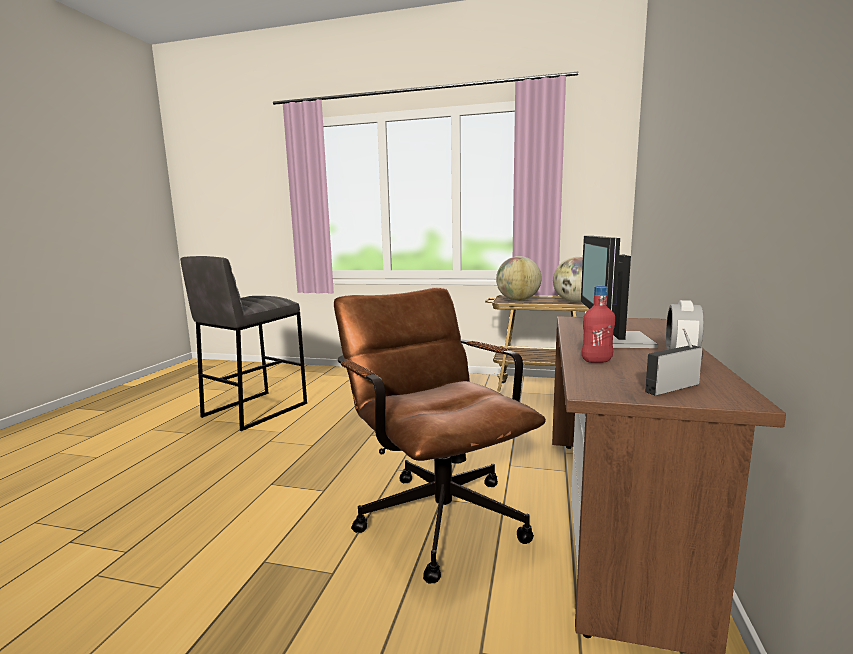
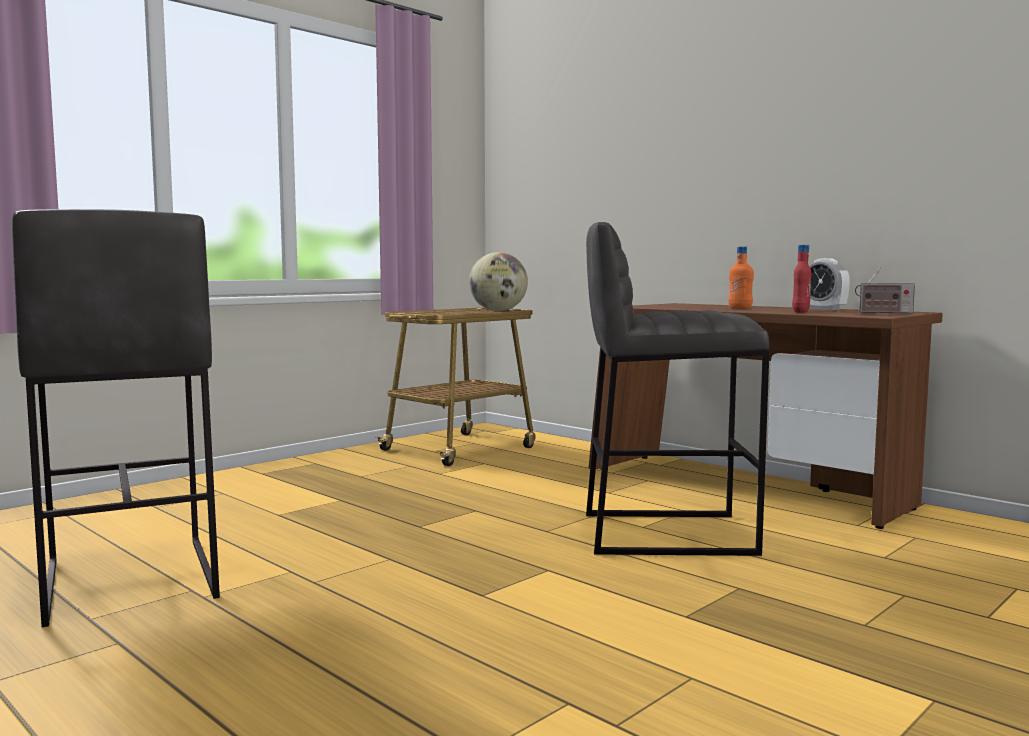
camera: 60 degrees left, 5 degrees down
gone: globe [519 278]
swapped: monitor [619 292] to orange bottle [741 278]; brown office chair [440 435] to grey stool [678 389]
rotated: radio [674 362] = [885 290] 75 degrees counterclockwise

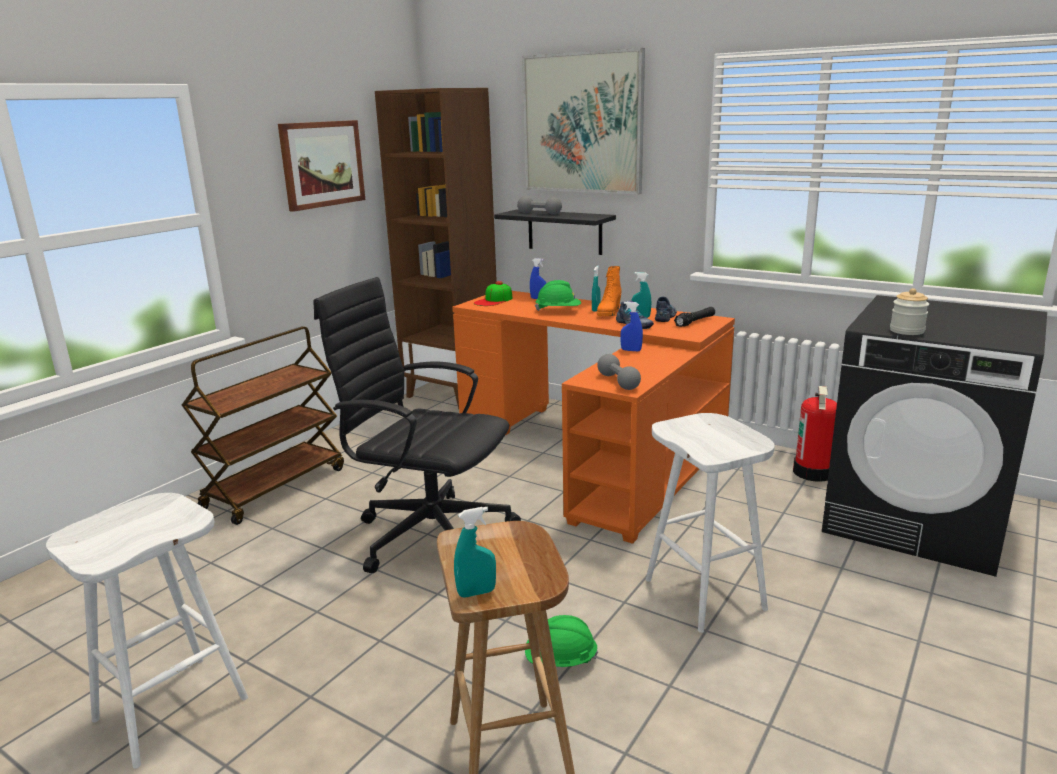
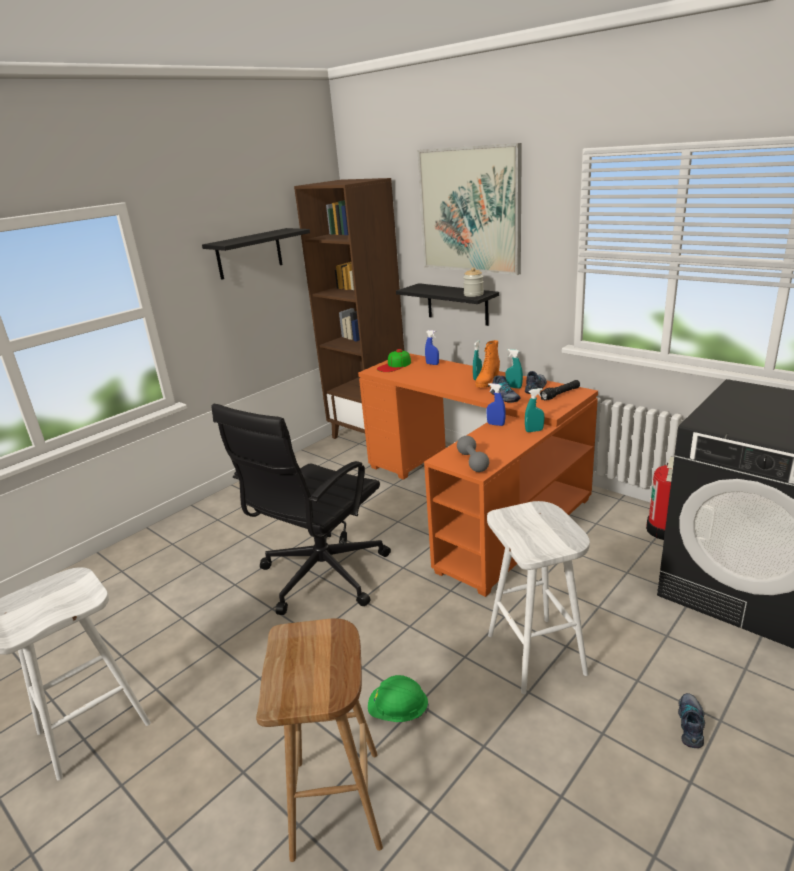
camera: 10 degrees right, 5 degrees up
gone: grey dumbbell [539 205]; green hard hat [558 295]; brown cart [263 425]
new: shoe [691 720]
shifted: jar [909 311] to [473 282]; turquoise spray bottle [475 552] to [534 410]
swapped: picture [321 166] to black shelf [256 254]
rotated: black office chair [417 425] = [301 509] 90 degrees counterclockwise

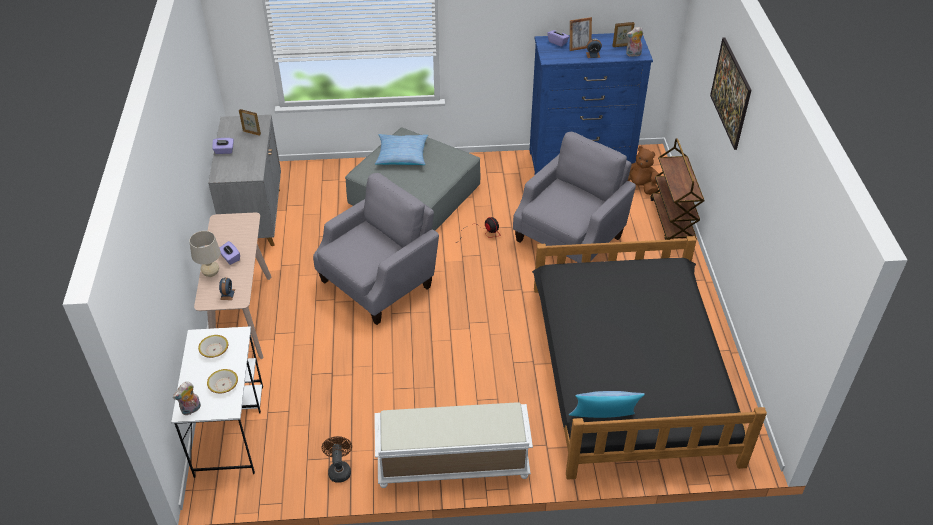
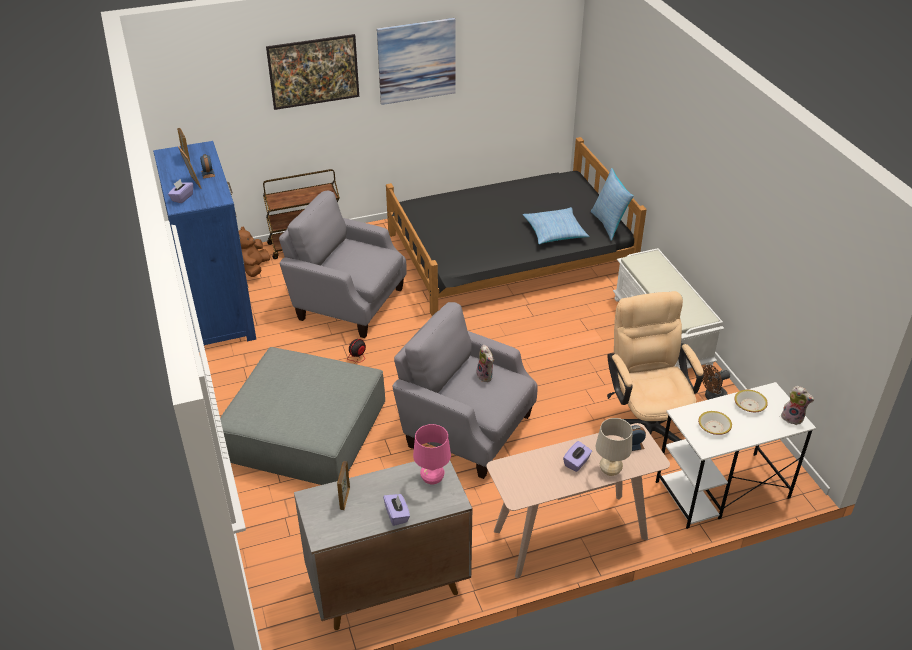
camera: 105 degrees left, 5 degrees down
new: picture [416 61]; beige office chair [655 366]; pink table lamp [432 454]
shifted: plush toy [634 42] to [485 363]; pillow [401 149] to [556 225]

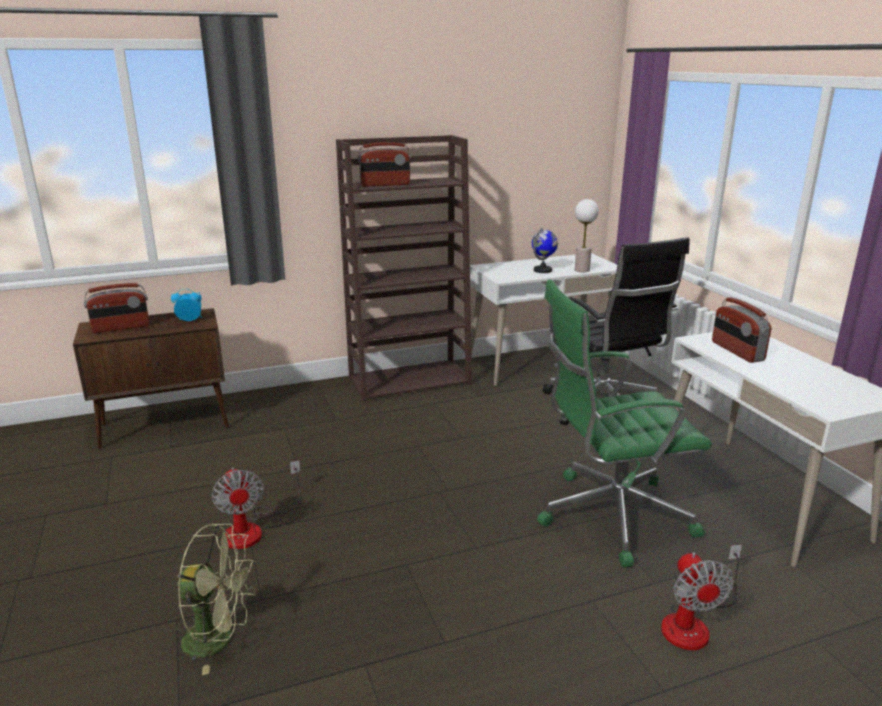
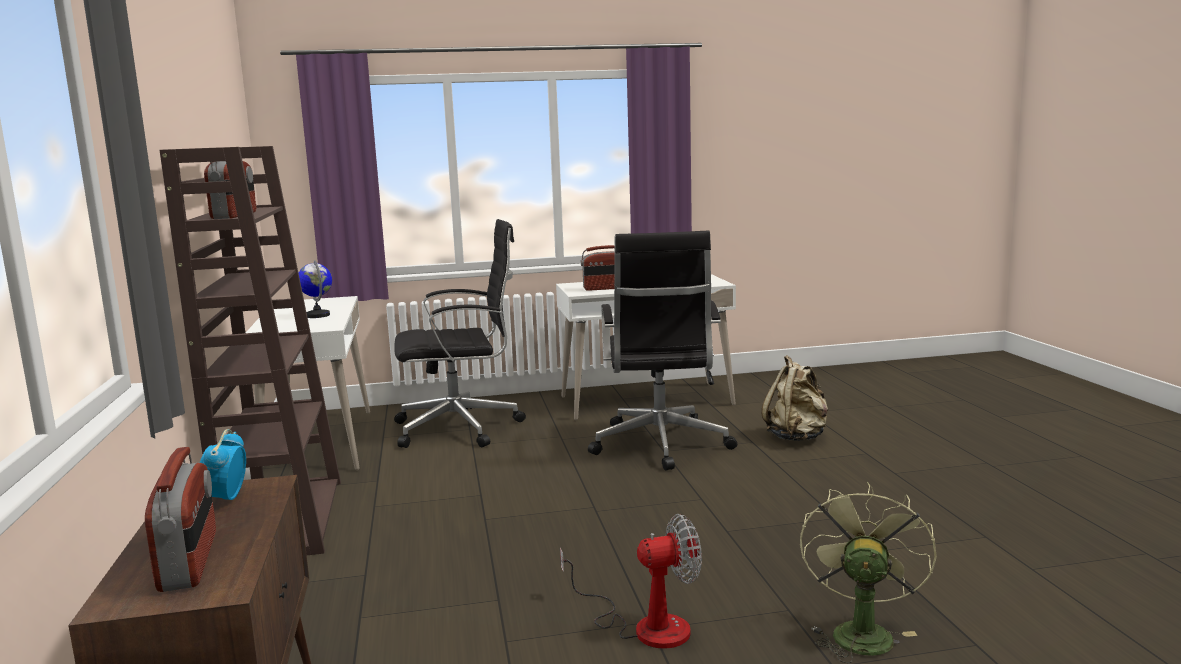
camera: 80 degrees left, 10 degrees down
gone: table lamp [587 235]
swapped: fan [701 597] to beige backpack [795 398]
repainted: green office chair [624 423] to black office chair [662 351]

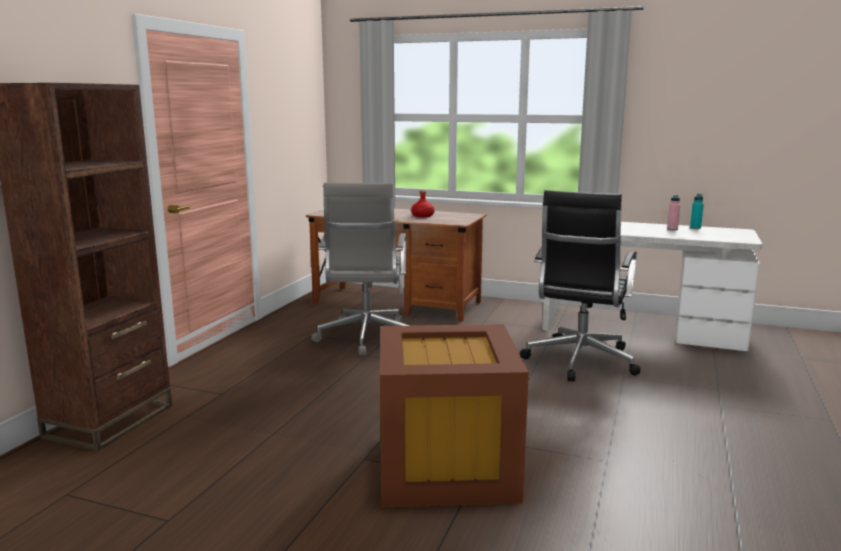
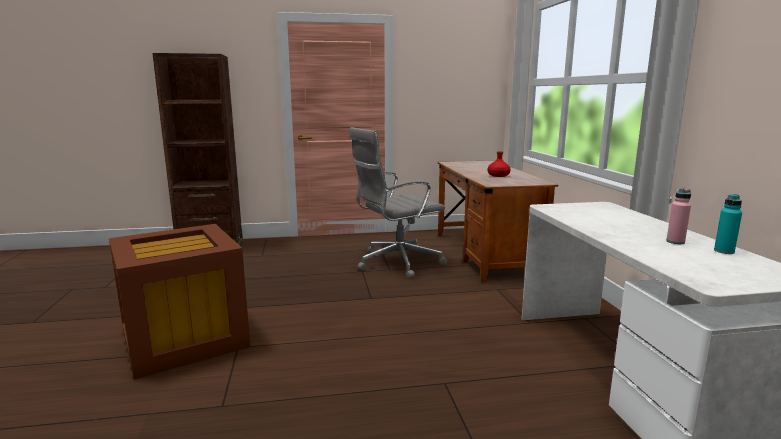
camera: 60 degrees right, 0 degrees up
gone: black office chair [580 285]

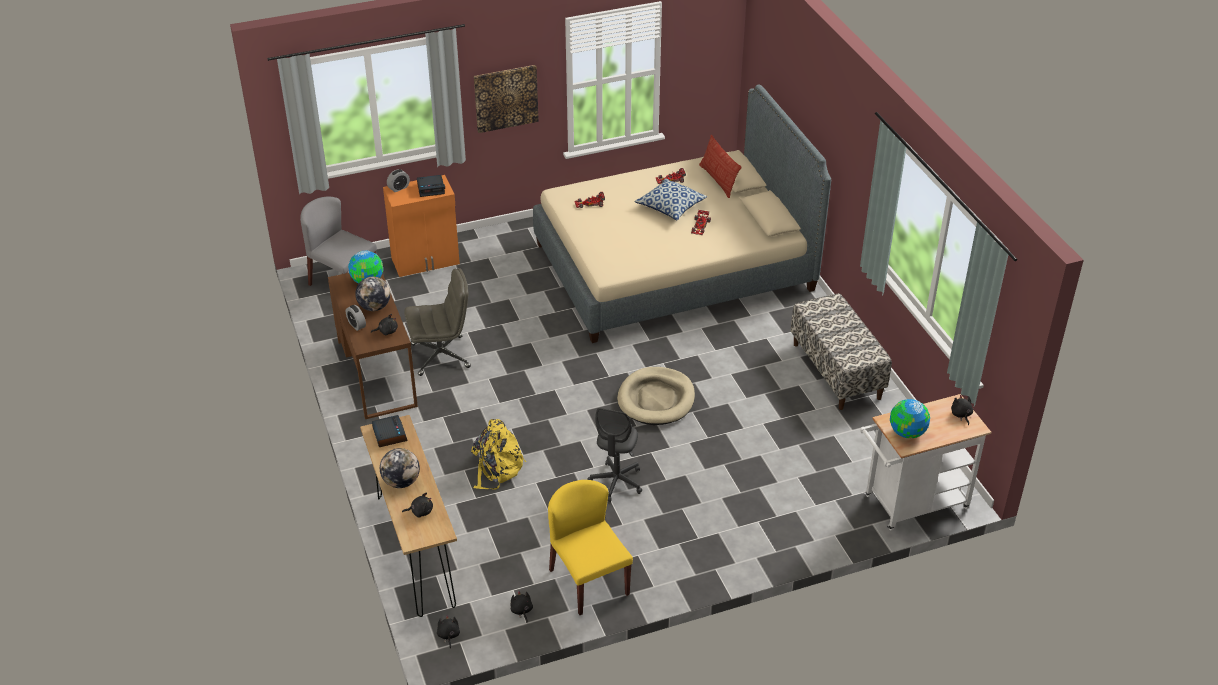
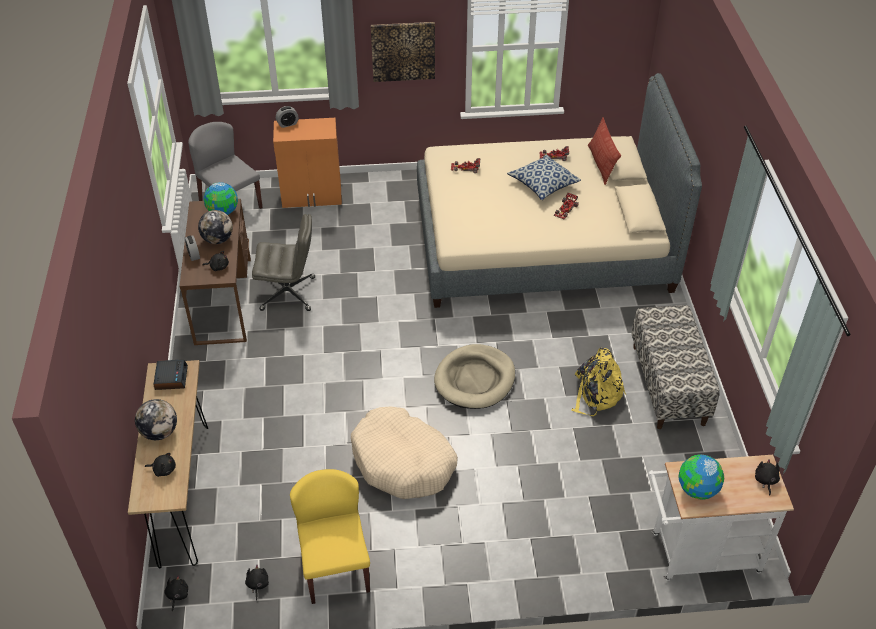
camera: 15 degrees right, 5 degrees up
gone: alarm clock [431 186]
shifted: yellow backpack [498 454] to [598 382]
swapped: grey office chair [614 455] to beige dog bed [404 452]

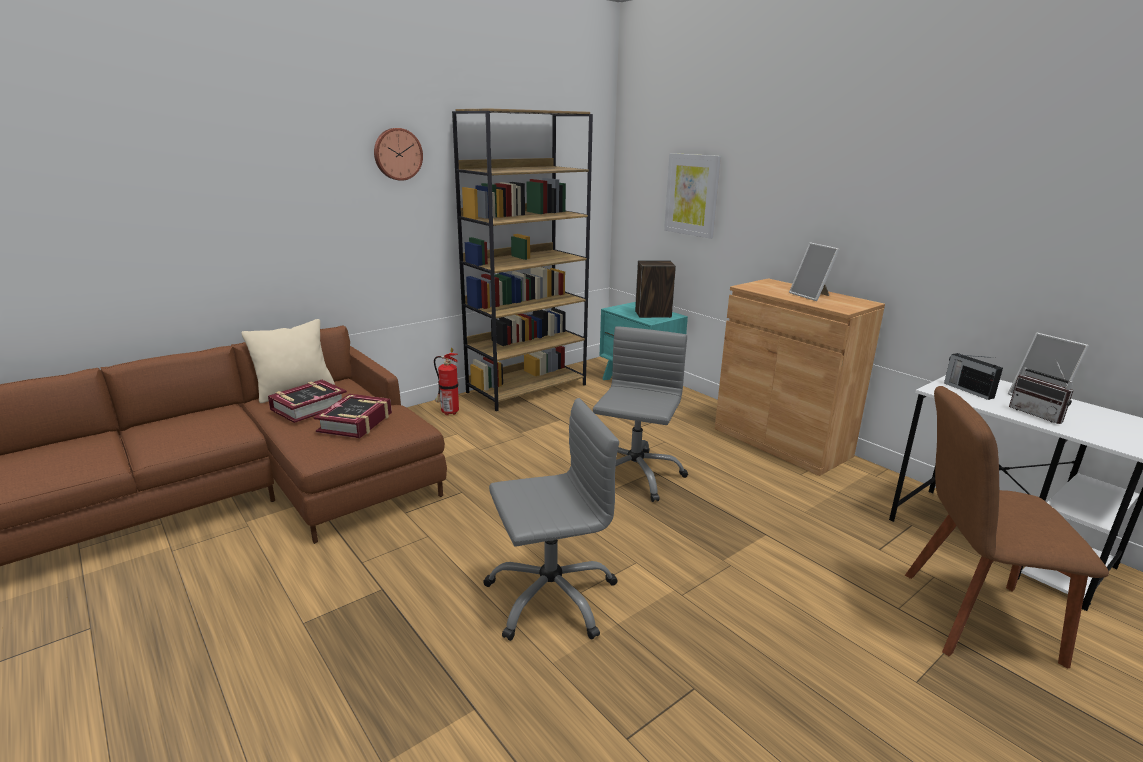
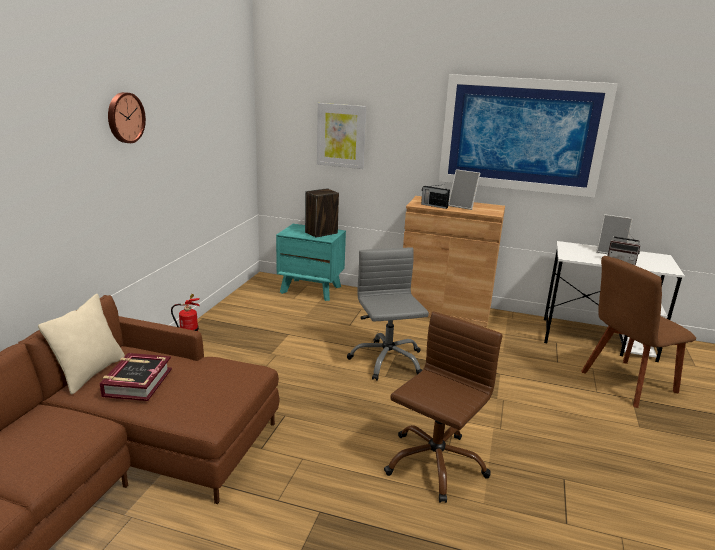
camera: 35 degrees left, 0 degrees up
gone: brown bookcase [522 260]; book [353 416]
new: picture [528 136]
shifted: radio [973 376] to [435 196]
repainted: grey office chair [551 519] to brown office chair [443 407]

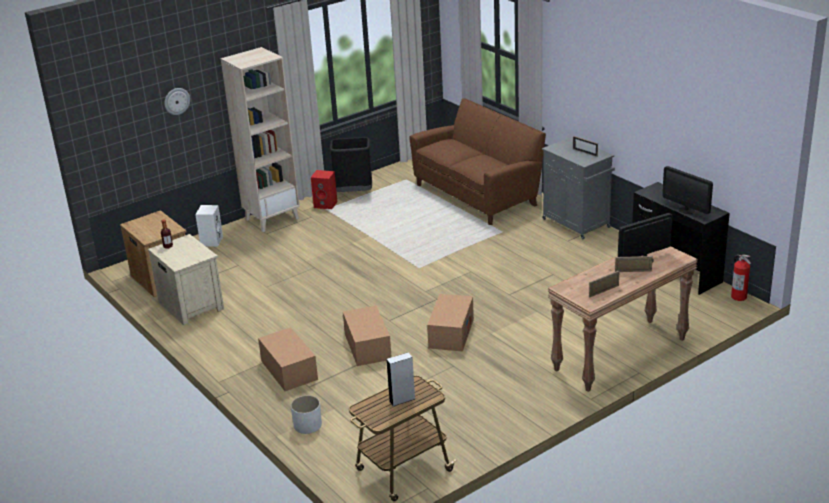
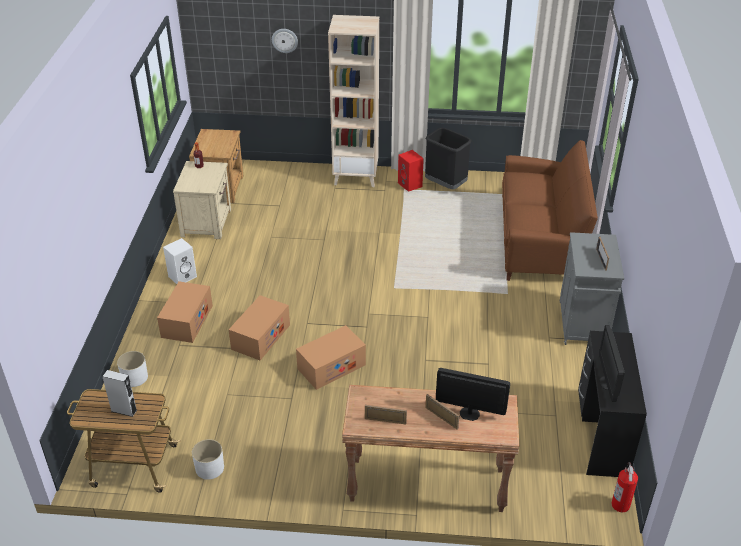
camera: 40 degrees right, 10 degrees up
new: white planter [208 459]
shifted: white speaker [209 225] to [180 261]

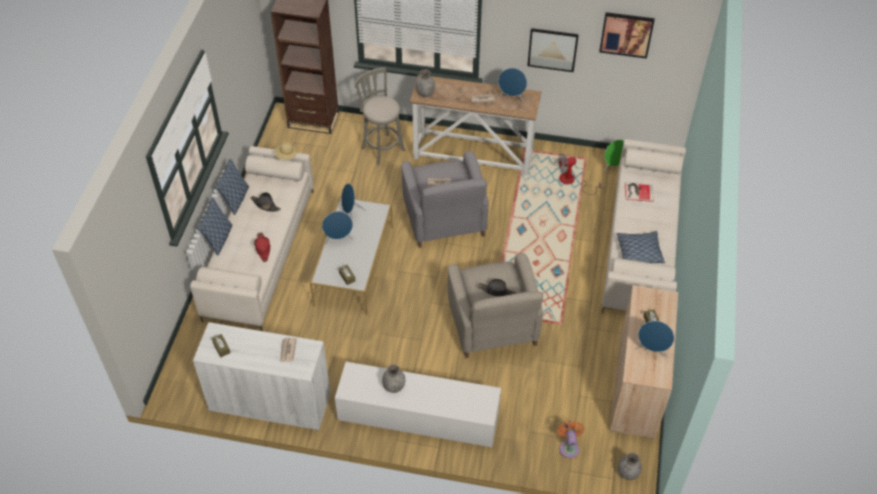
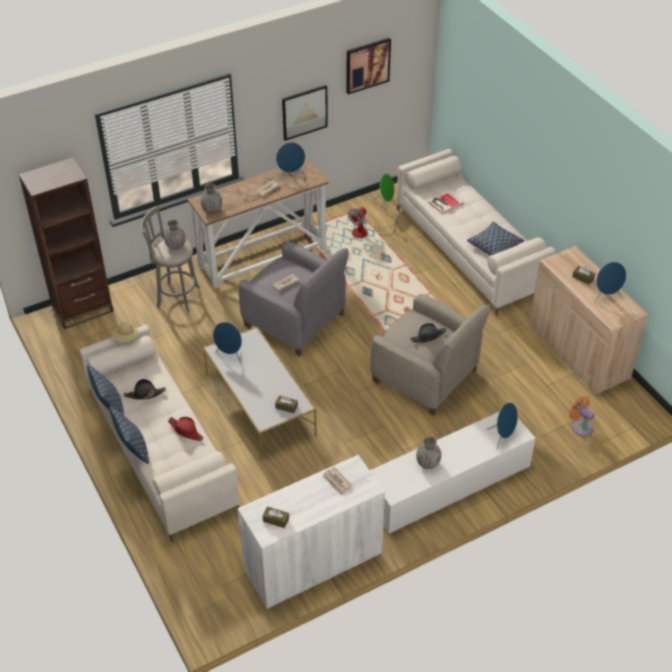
camera: 40 degrees left, 5 degrees down
shifted: blue speaker [337 227] to [502 426]; grey vase [630 466] to [175 235]

